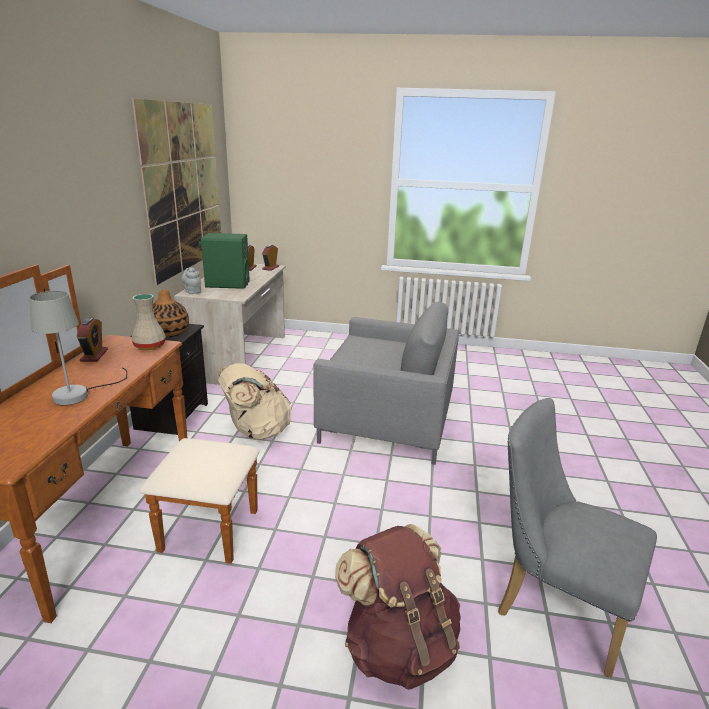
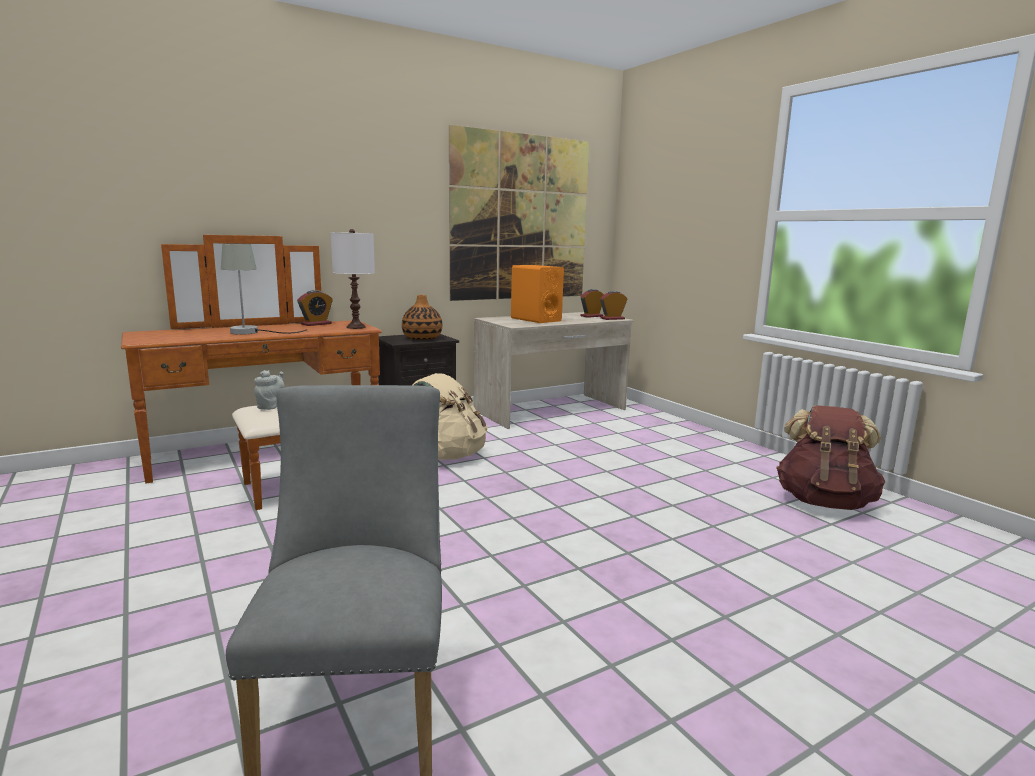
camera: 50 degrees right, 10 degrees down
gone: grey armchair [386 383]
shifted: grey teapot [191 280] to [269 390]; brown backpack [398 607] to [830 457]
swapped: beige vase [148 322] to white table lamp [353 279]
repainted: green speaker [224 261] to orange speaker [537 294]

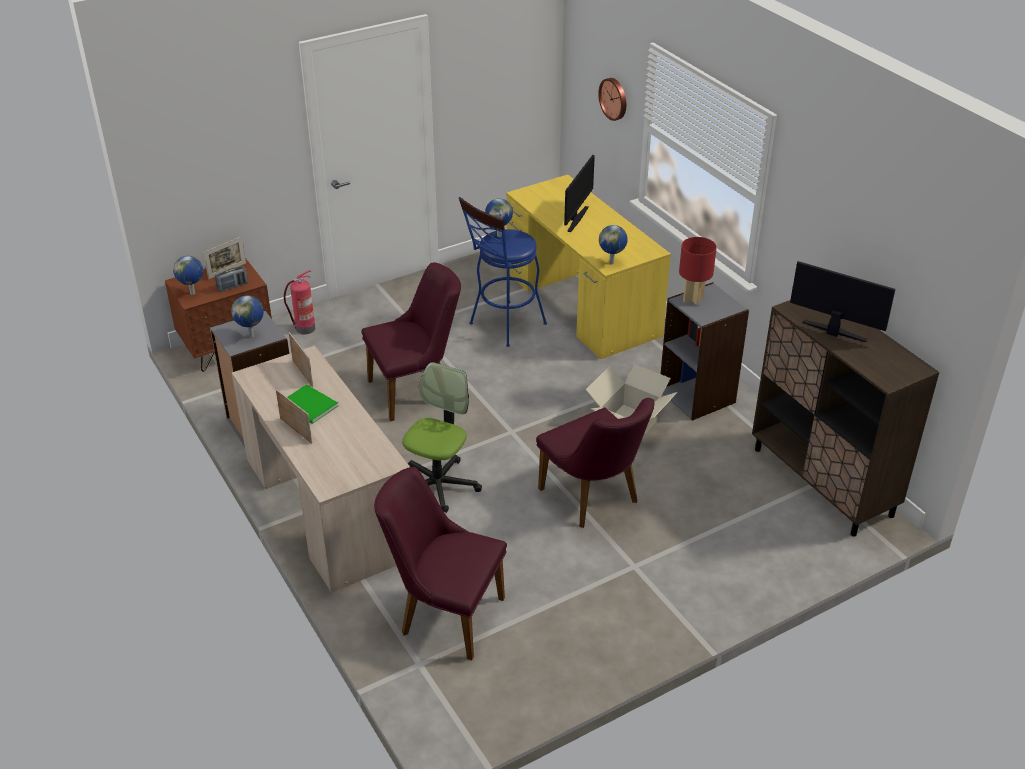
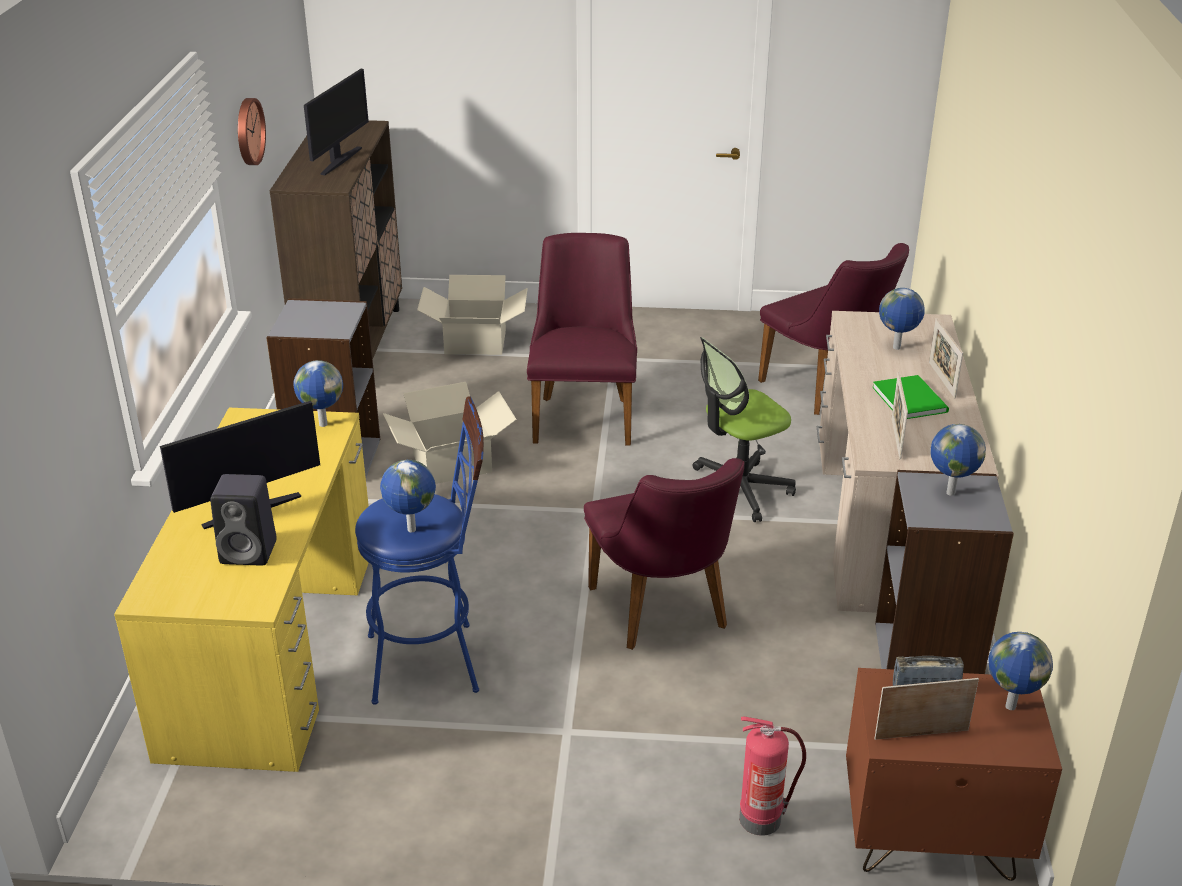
camera: 145 degrees left, 5 degrees down
gone: red table lamp [698 271]
new: cardboard box [472 315]; globe [902 319]; black speaker [243 520]
shifted: wall clock [612 99] to [252 131]
rotated: monitor [842 301] = [336 122] 135 degrees counterclockwise; purple chair [411 341] = [664 554] 120 degrees counterclockwise

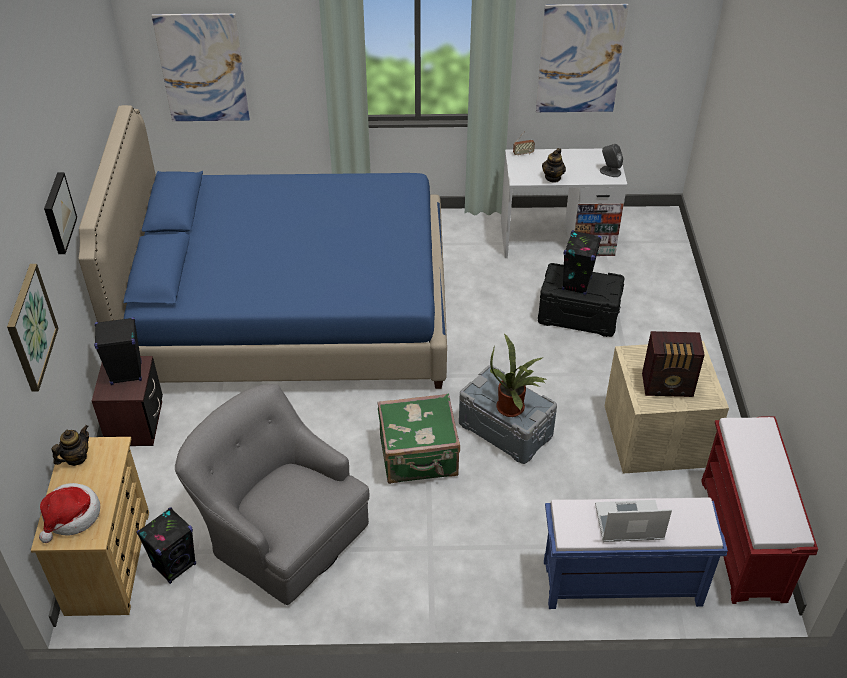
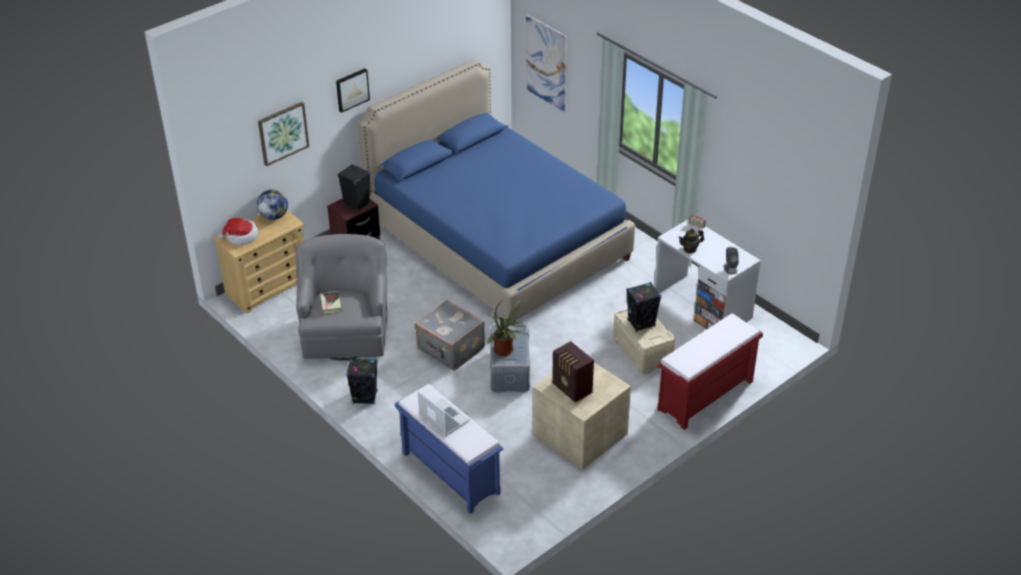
camera: 50 degrees right, 5 degrees down
gone: picture [582 58]
new: book [331 302]
shifted: red bench [759 510] to [710 371]; black speaker [166 545] to [361 381]
swapped: teapot [70 445] to globe [272 204]
repainted: black storage box [581 300] to beige storage box [644 341]; green suitcase [418 439] to grey suitcase [450 335]

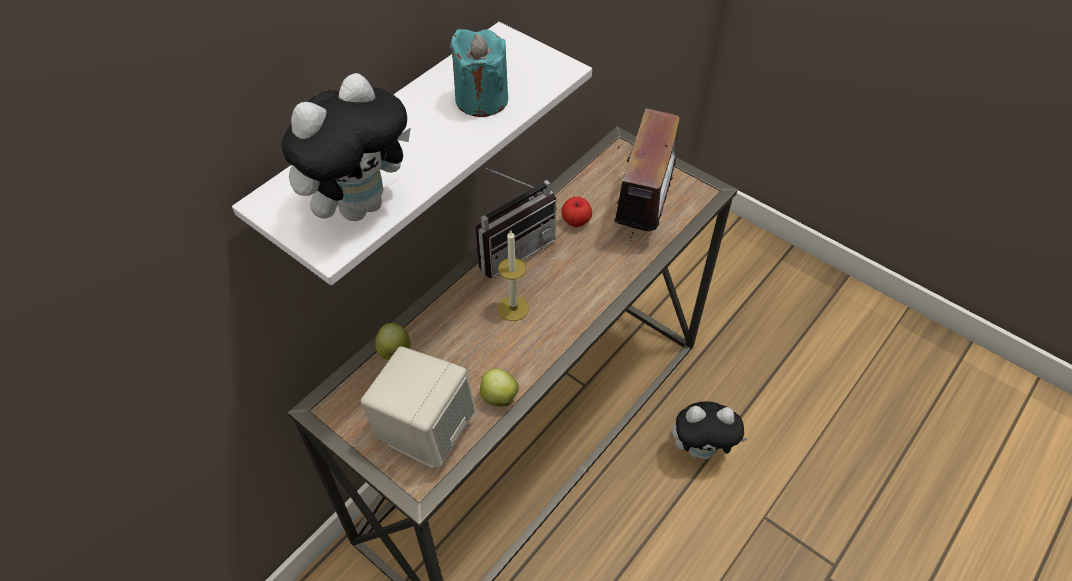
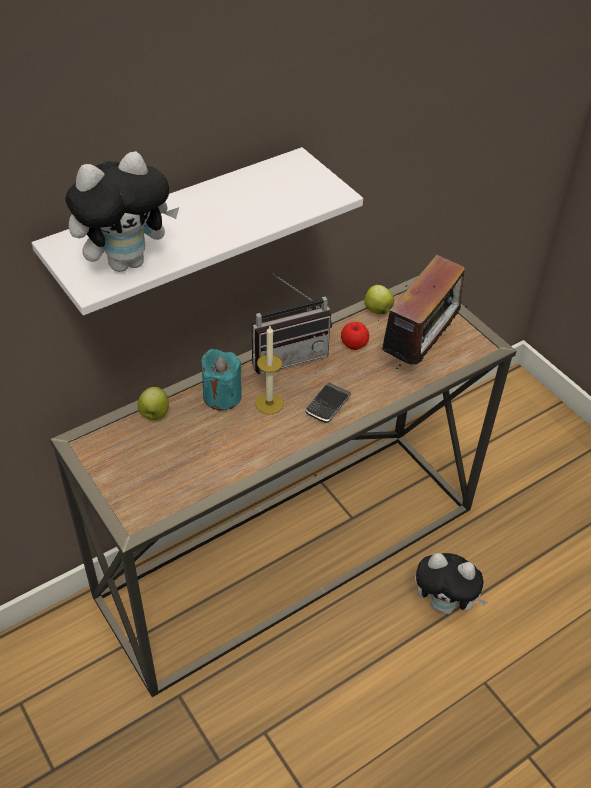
camera: 15 degrees right, 5 degrees down
gone: beige speaker [418 408]
new: phone [328 403]
shifted: turquoise candle [479 73] to [221 380]; apple [499 387] to [379 299]

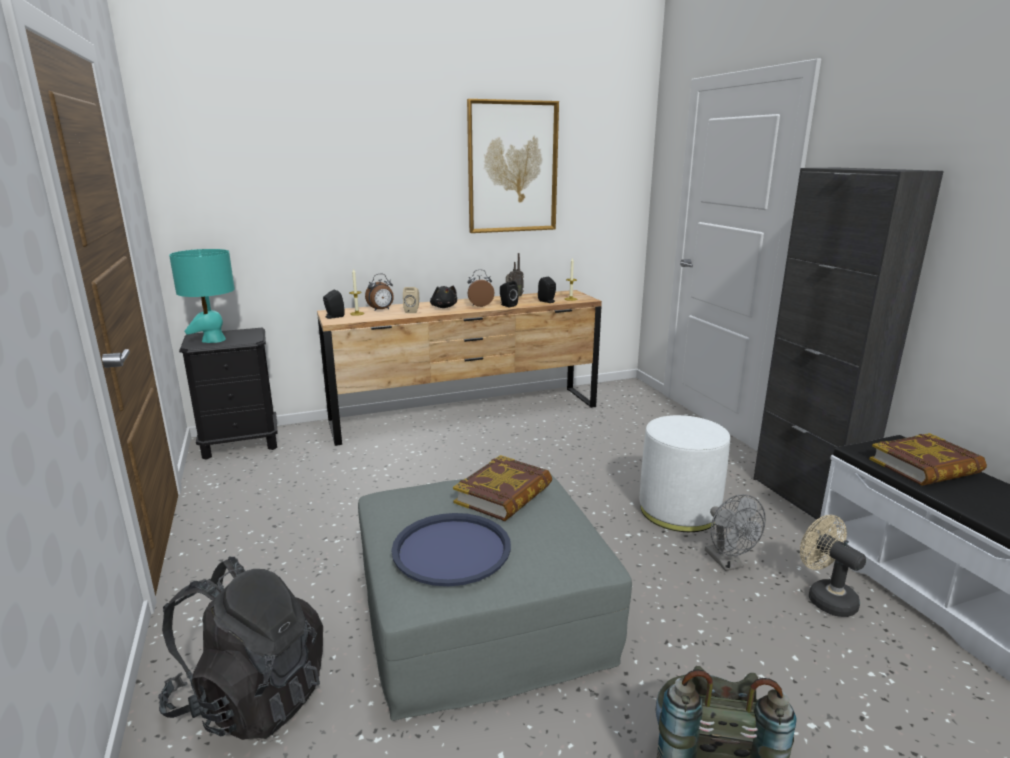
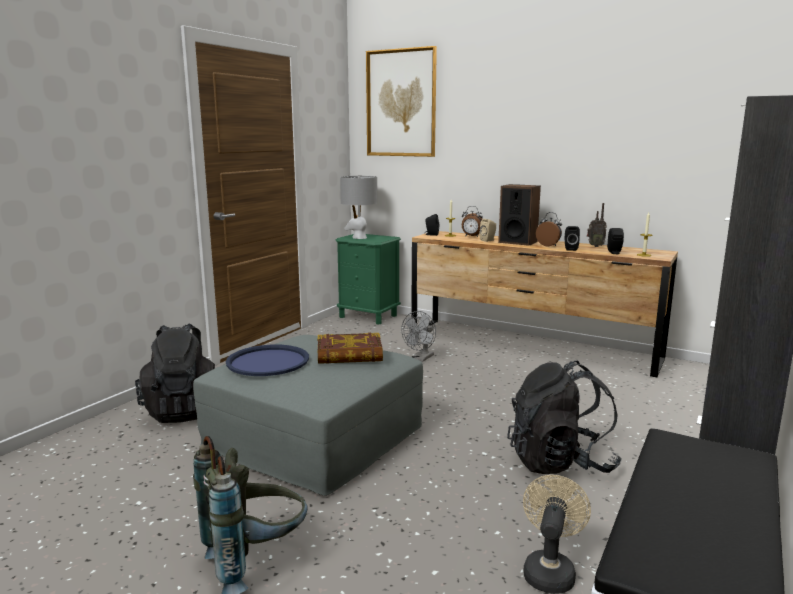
camera: 50 degrees right, 5 degrees down
gone: book [928 459]
shifted: picture [513 166] to [401 101]; grey fan [735 532] to [418 336]
swapped: black plush toy [443 297] to speaker [519 215]; white ottoman [684 473] to black backpack [564 417]
repainted: turquoise table lamp [202 296] to grey table lamp [358 207]; black nightstand [228 394] to green nightstand [368 279]

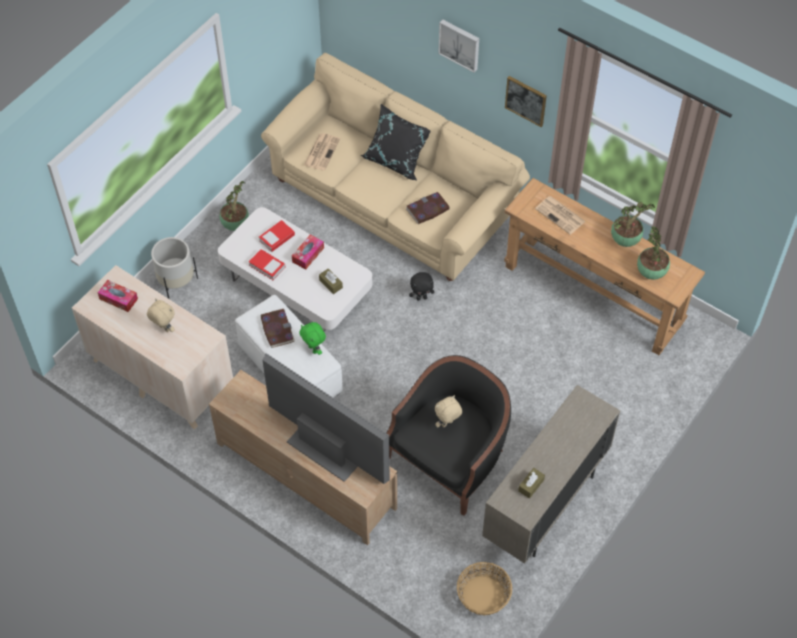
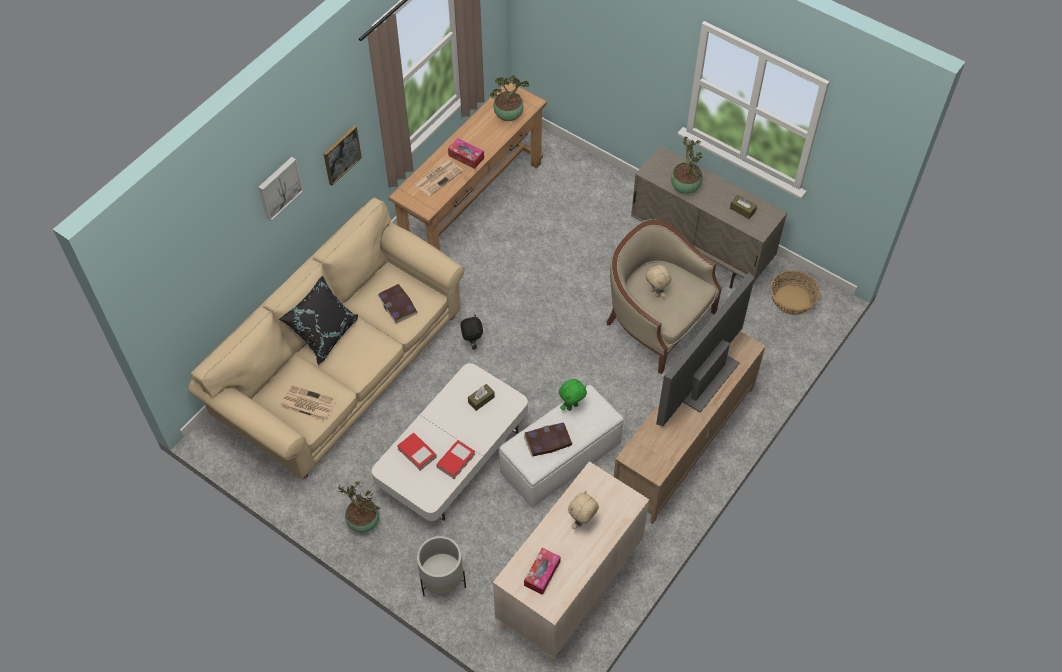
camera: 90 degrees left, 0 degrees up
shifted: potted plant [633 224] to [687 165]; tissue box [308 252] to [466 153]
repainted: black armchair [449 435] to beige armchair [664 296]

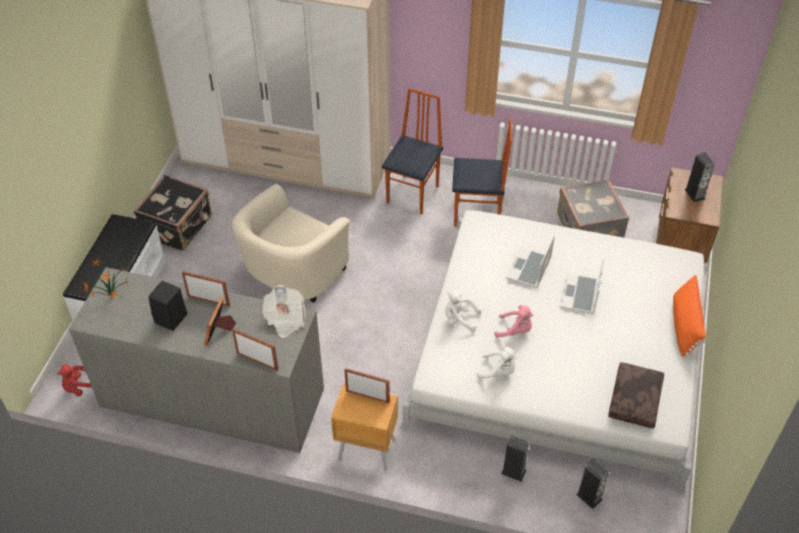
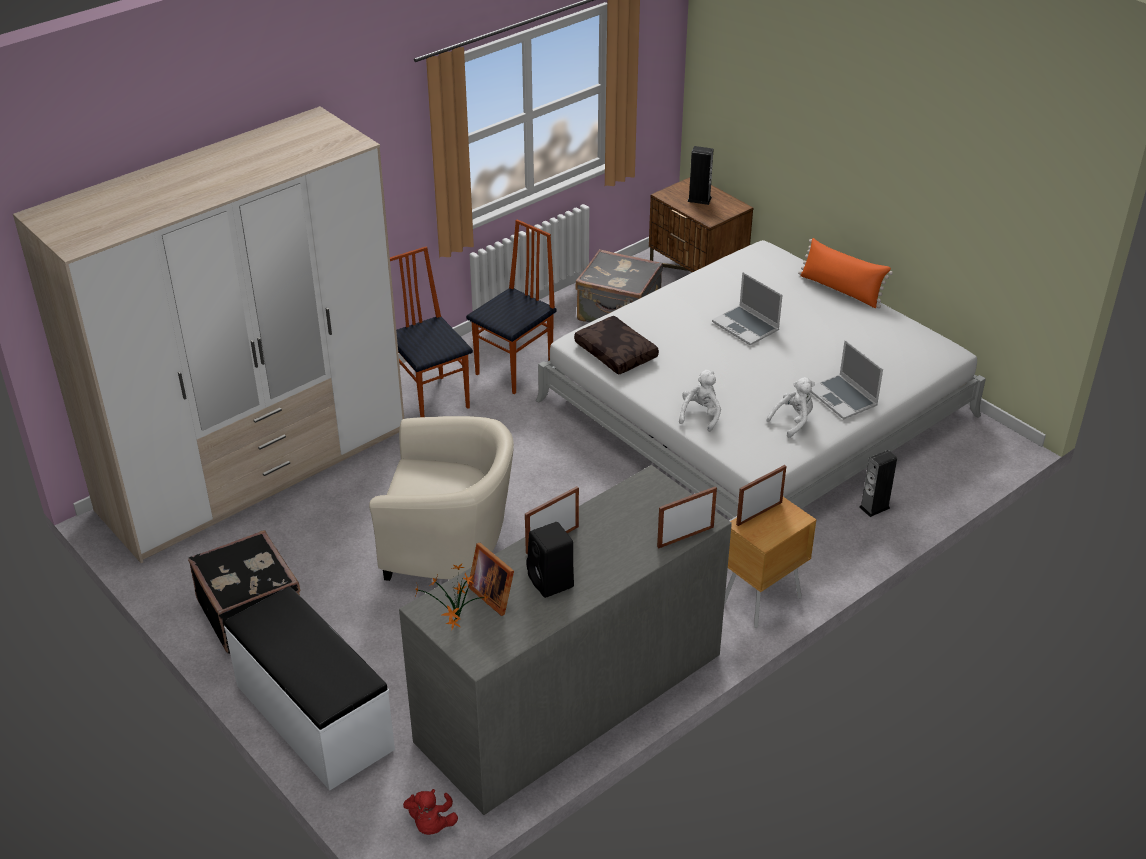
camera: 55 degrees left, 10 degrees down
gone: newspaper [283 311]; pink plush toy [514 321]; speaker [592 484]
shifted: laptop [530 261] to [847 379]; picture frame [220 321] to [491 579]; brown pillow [636 395] to [616 345]
rotated: beige armchair [291 243] = [441 498] 60 degrees counterclockwise; white plush toy [463 311] = [700 401] 150 degrees clockwise

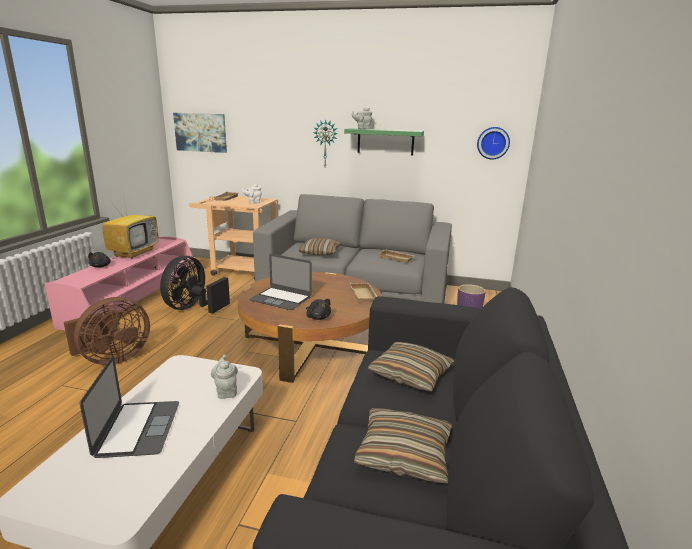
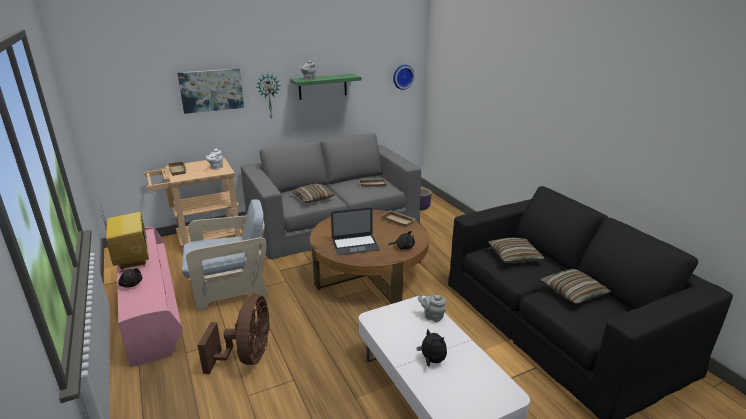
camera: 40 degrees left, 5 degrees up
shifted: picture [200 133] to [210 91]
swapped: black fan [195 284] to beige armchair [225 255]; laptop [129 407] to plush toy [432 347]

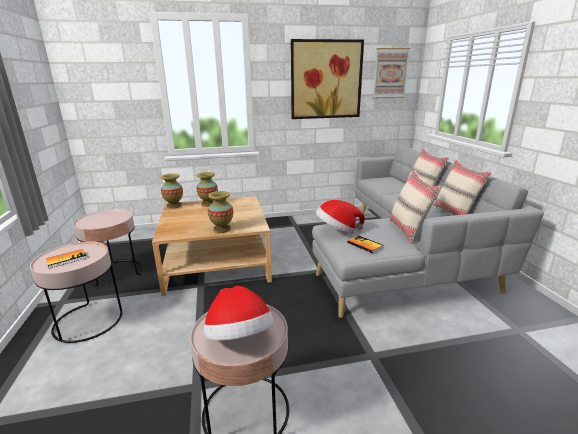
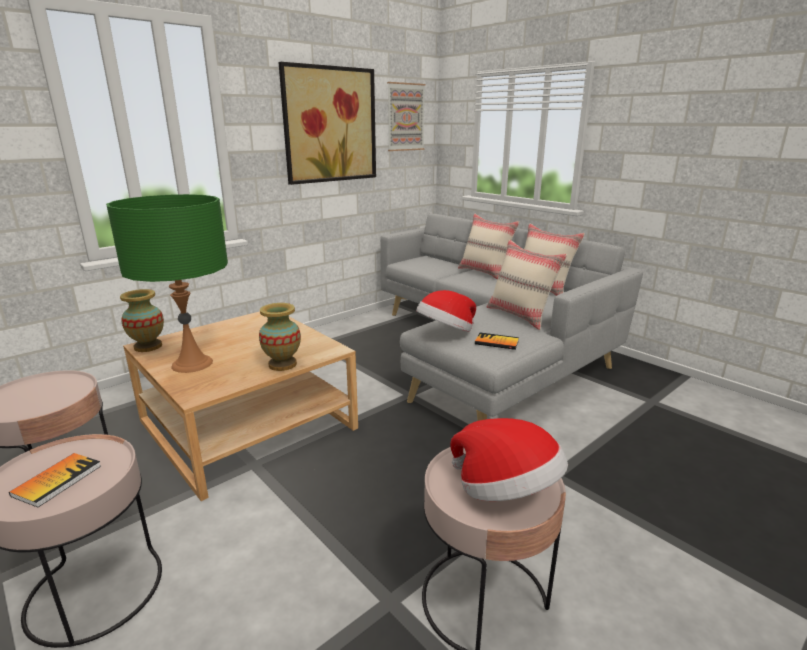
camera: 30 degrees left, 0 degrees up
gone: vase [207 189]
new: green table lamp [167 283]

